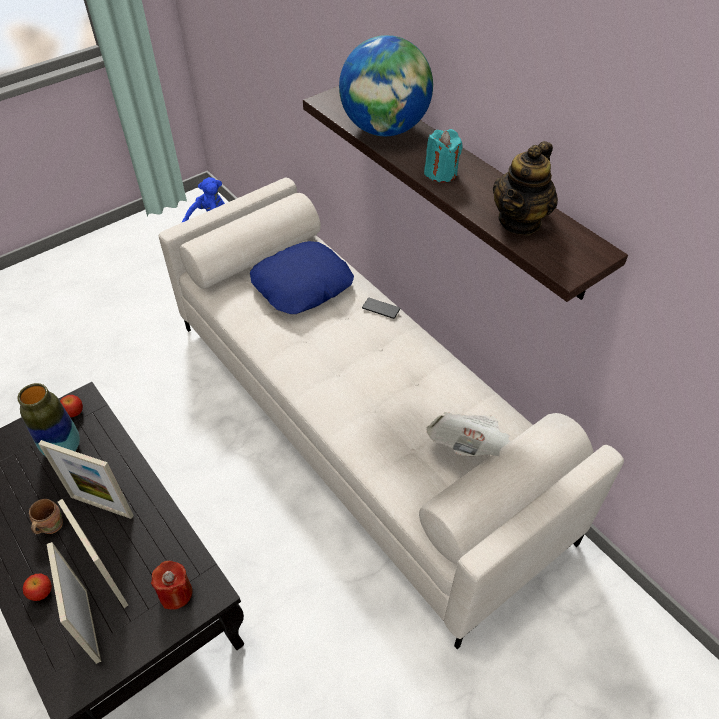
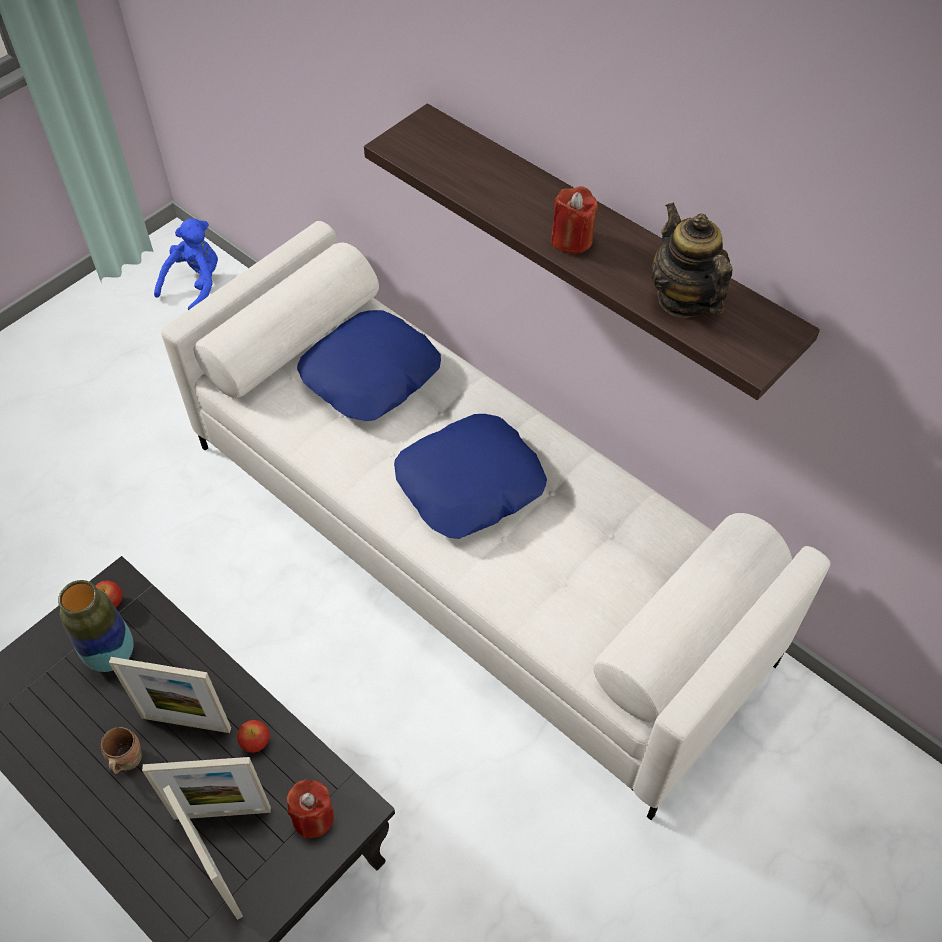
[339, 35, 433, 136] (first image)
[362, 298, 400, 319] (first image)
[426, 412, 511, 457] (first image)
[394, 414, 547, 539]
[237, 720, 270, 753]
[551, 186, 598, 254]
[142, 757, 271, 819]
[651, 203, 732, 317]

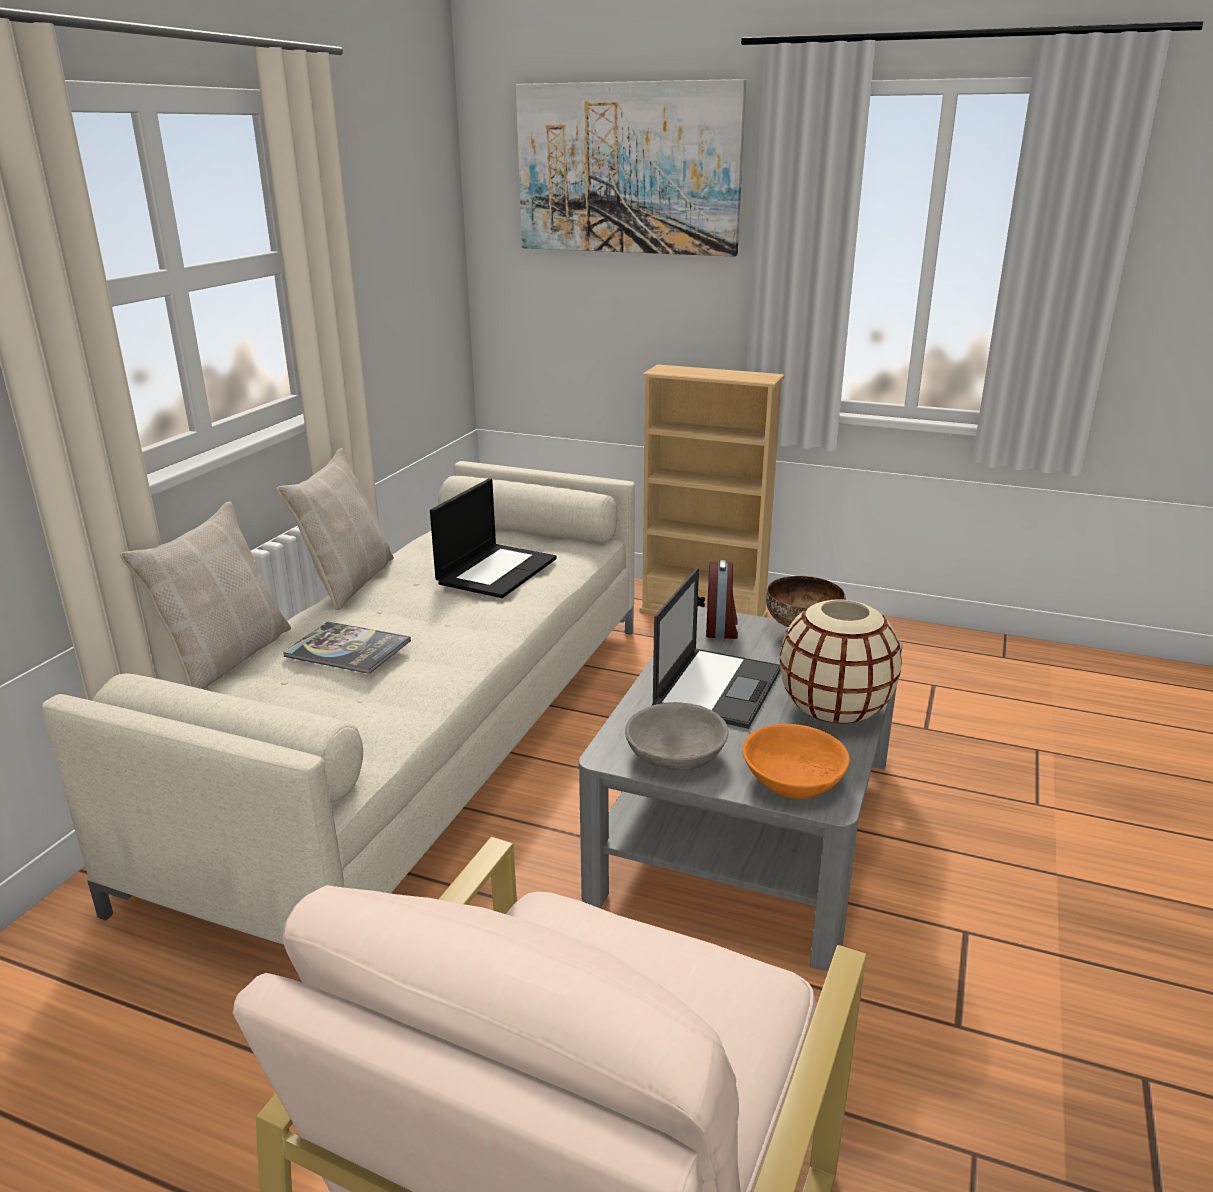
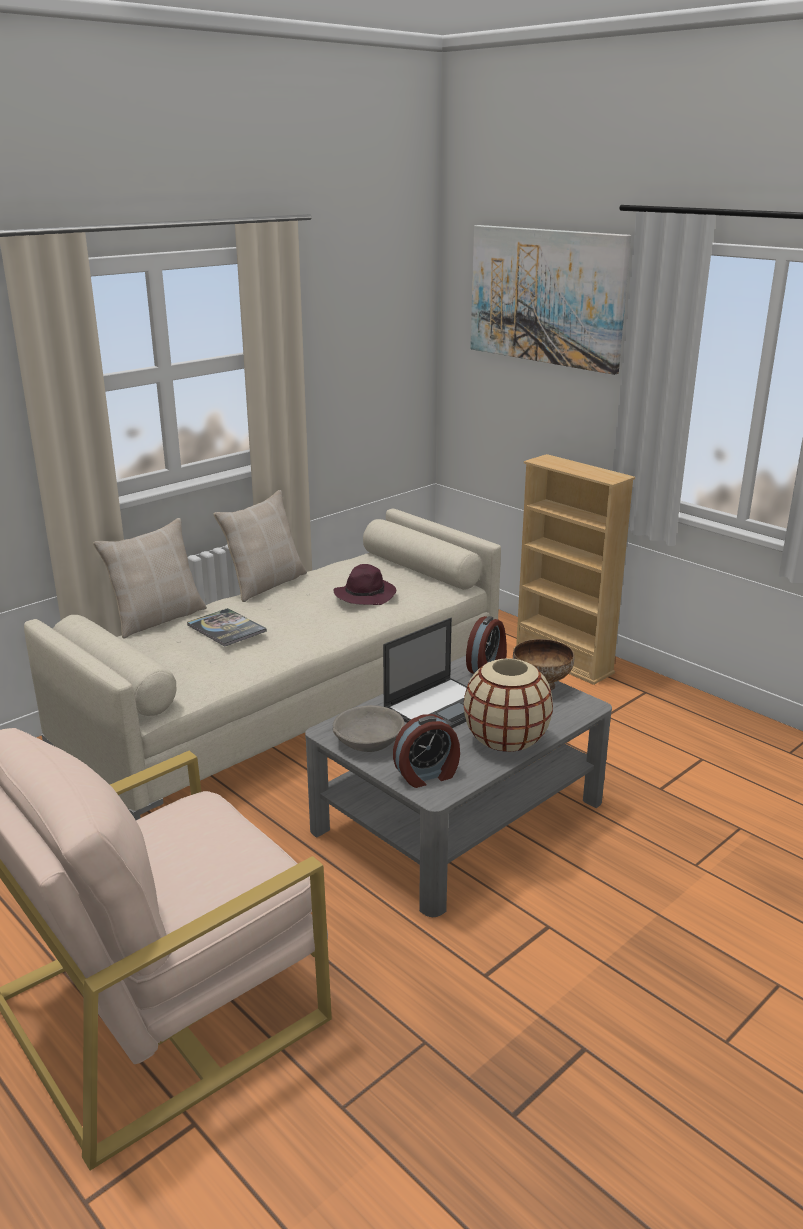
[334, 564, 396, 605]
[393, 714, 460, 788]

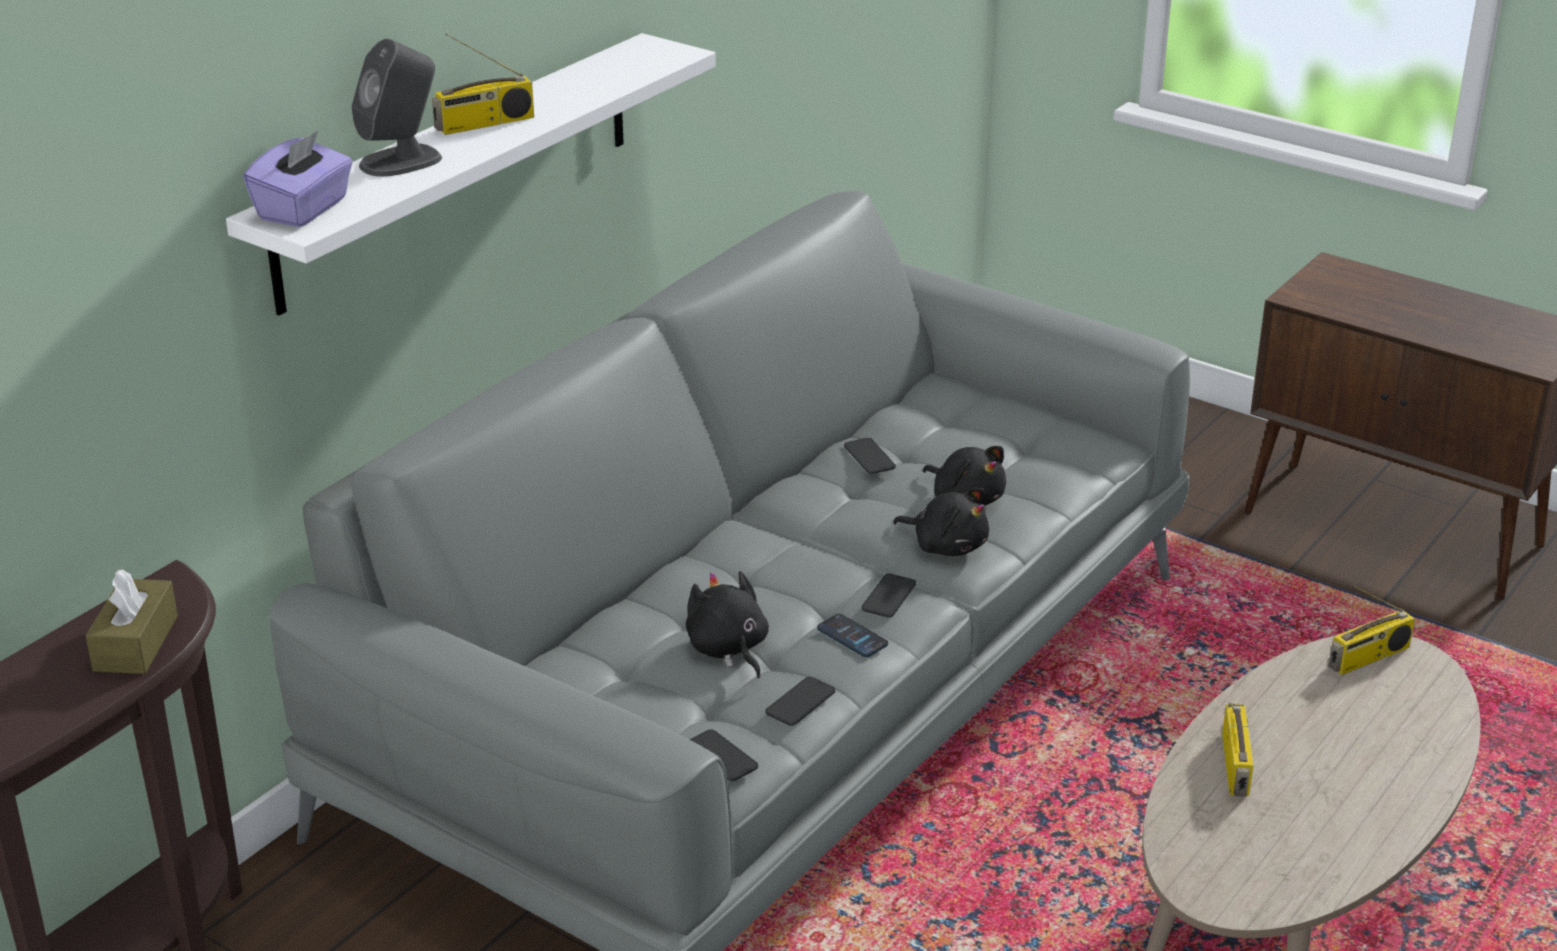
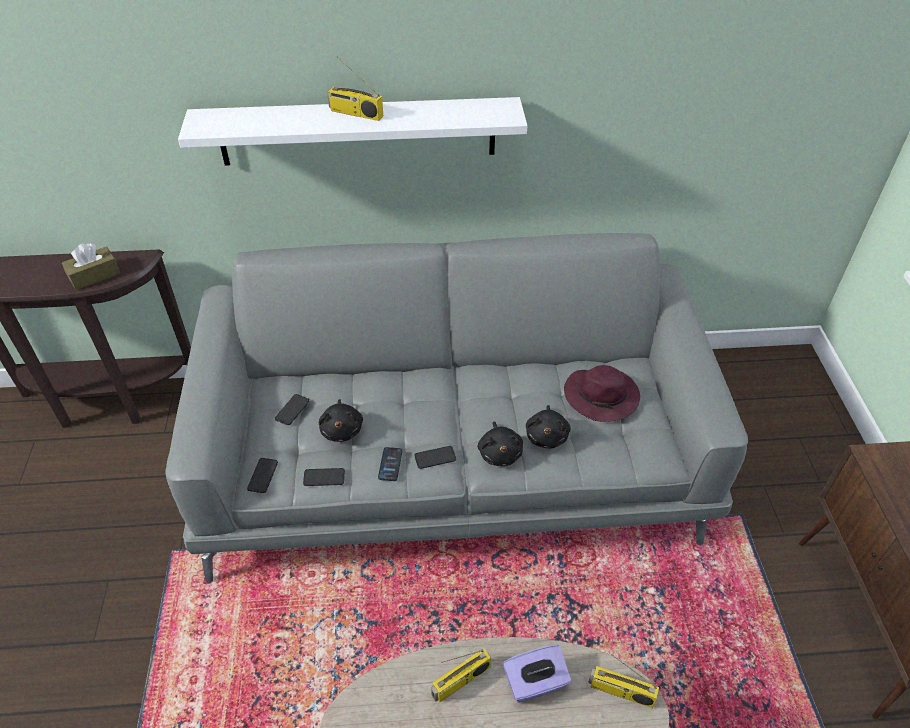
[352, 39, 442, 177] (first image)
[564, 365, 640, 422]
[503, 645, 572, 703]
[275, 394, 309, 425]
[319, 399, 363, 442]

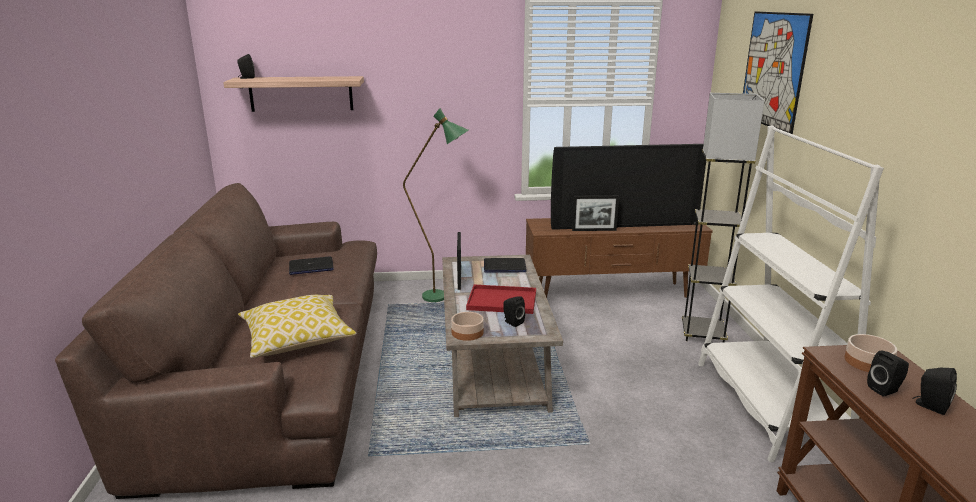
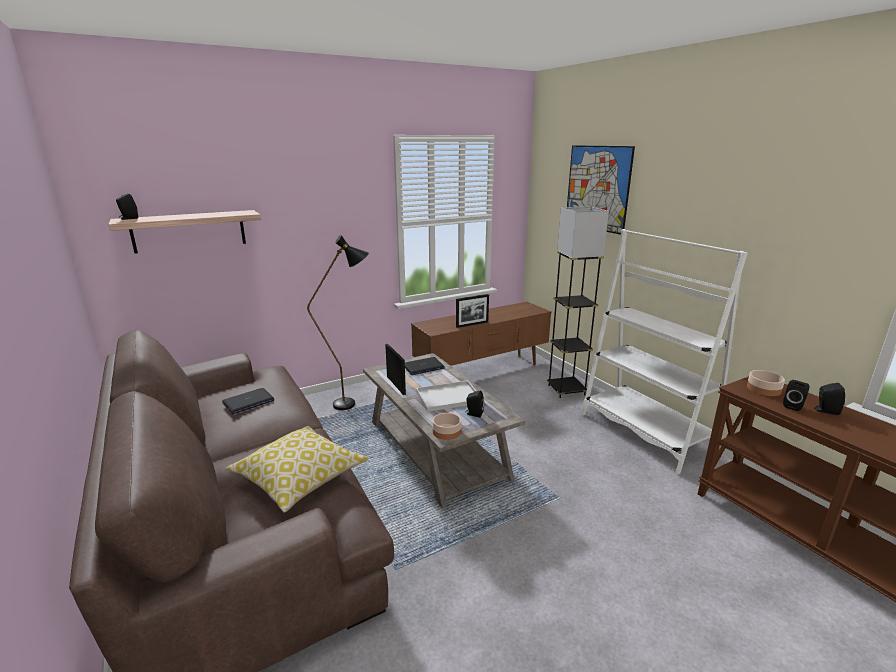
[551, 144, 706, 230] (first image)
[307, 235, 369, 410]
[416, 380, 476, 412]

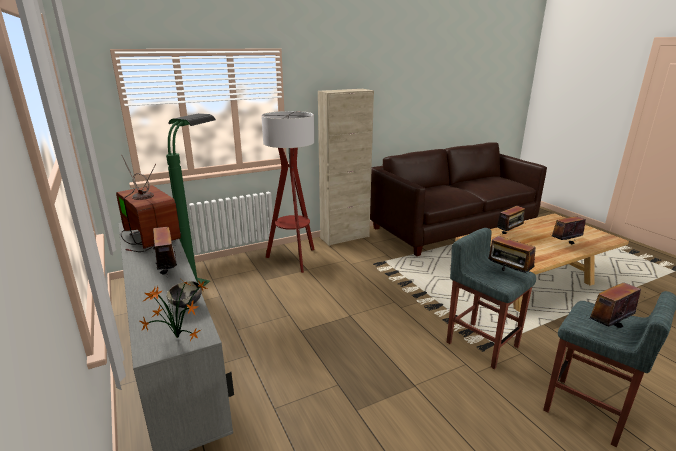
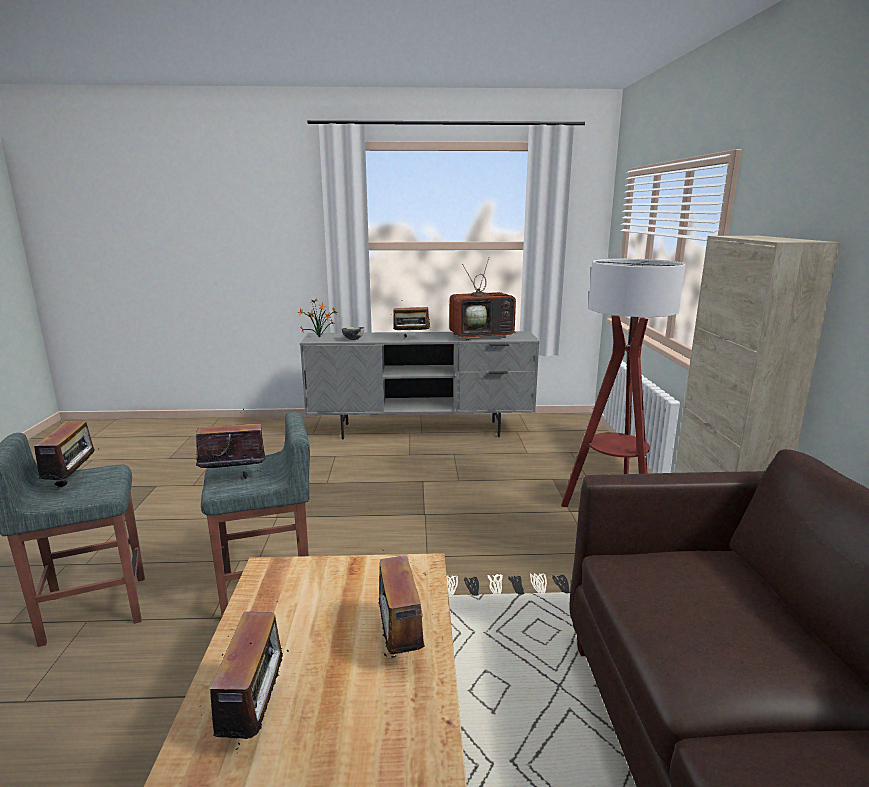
[166, 113, 216, 286] (first image)

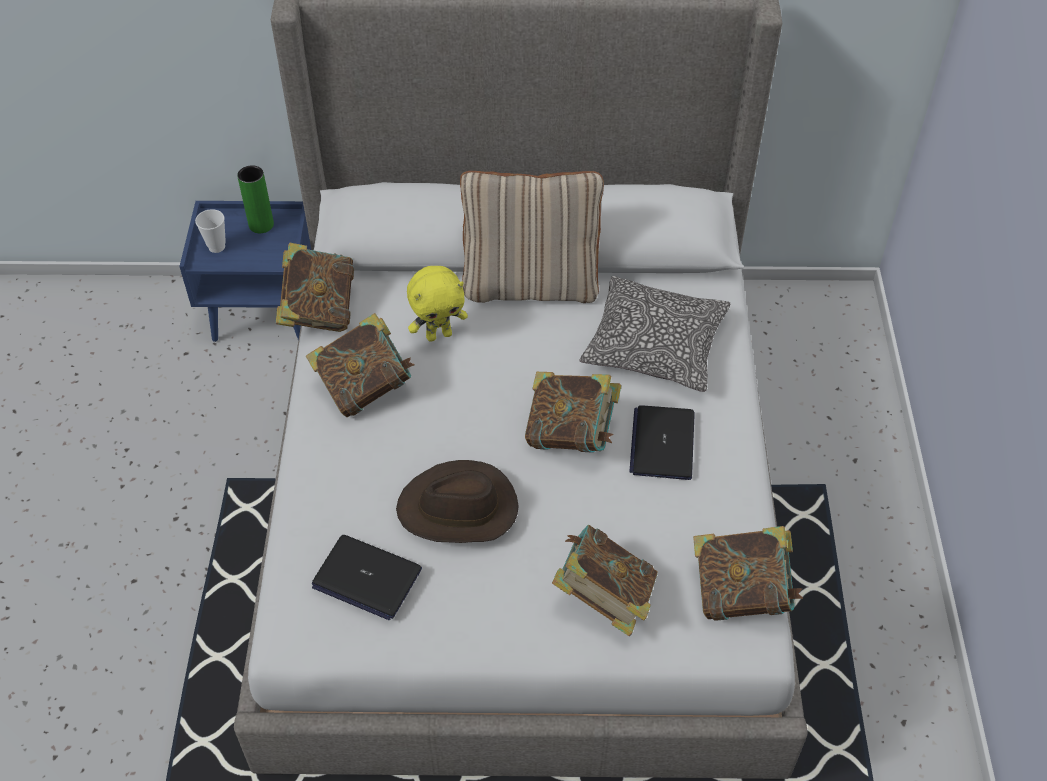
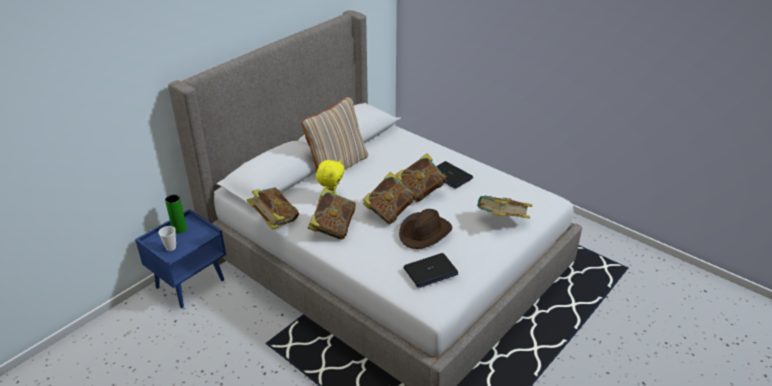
[579, 276, 731, 392] (first image)
[363, 172, 416, 224]

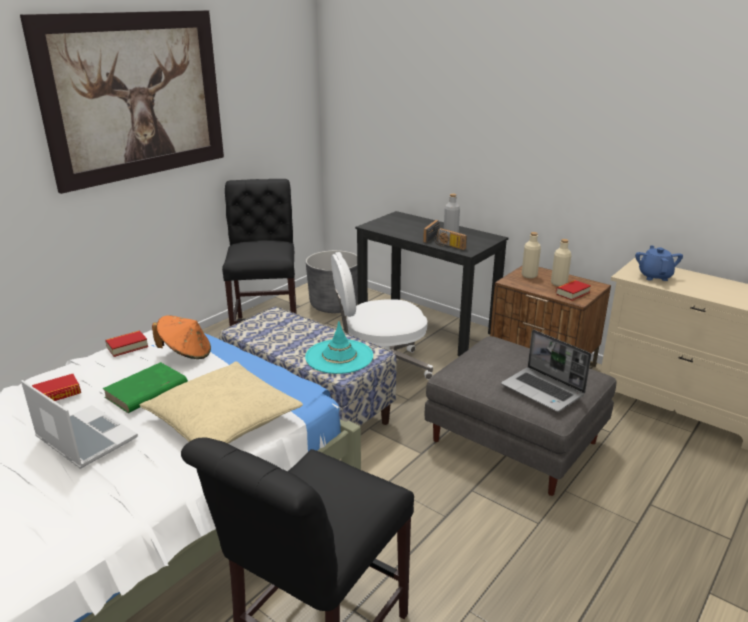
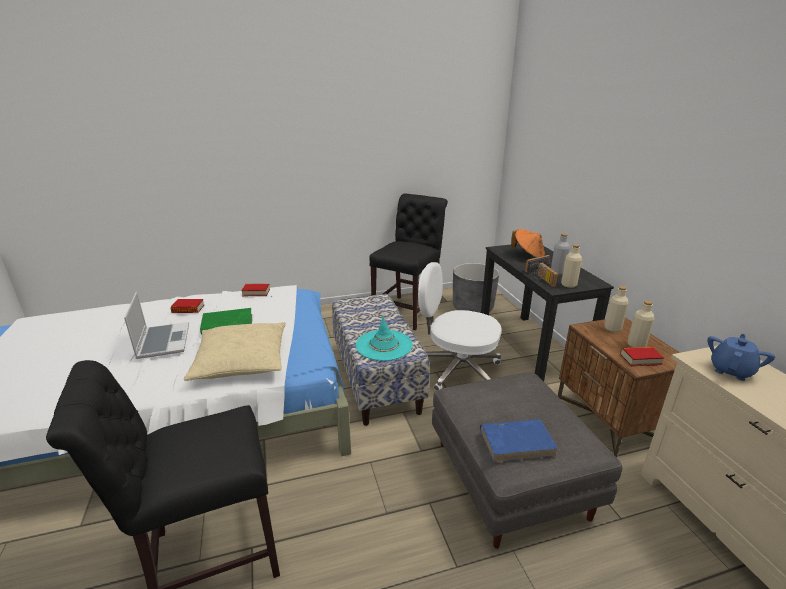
[20, 10, 224, 194] (first image)
[561, 244, 582, 288]
[511, 229, 545, 258]
[480, 419, 558, 463]

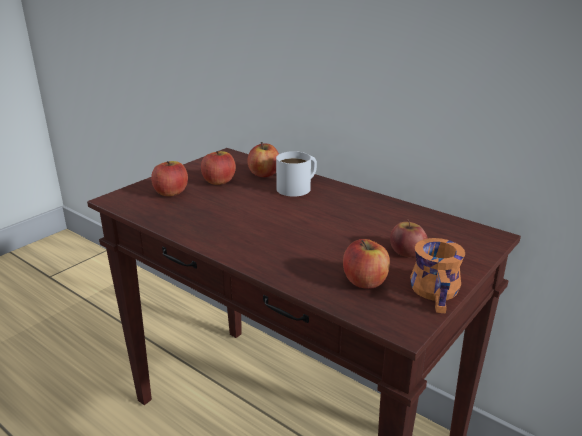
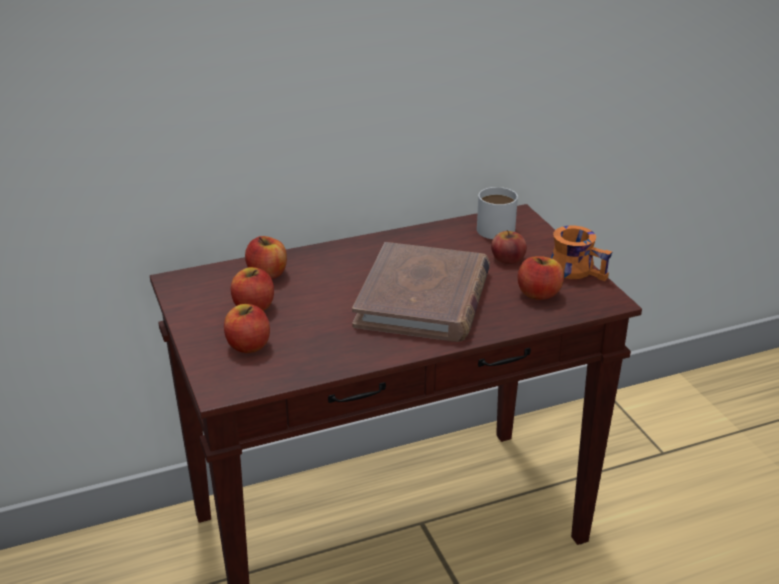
[352, 242, 490, 342]
[477, 187, 518, 239]

